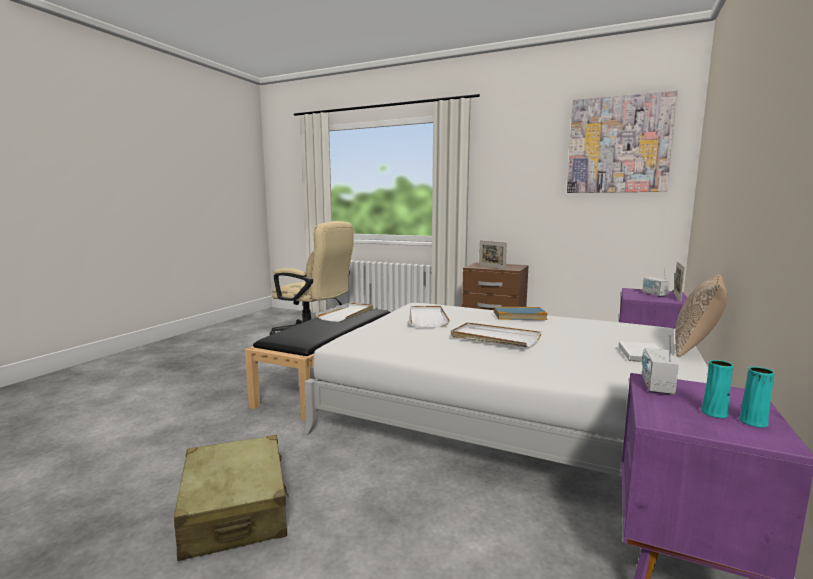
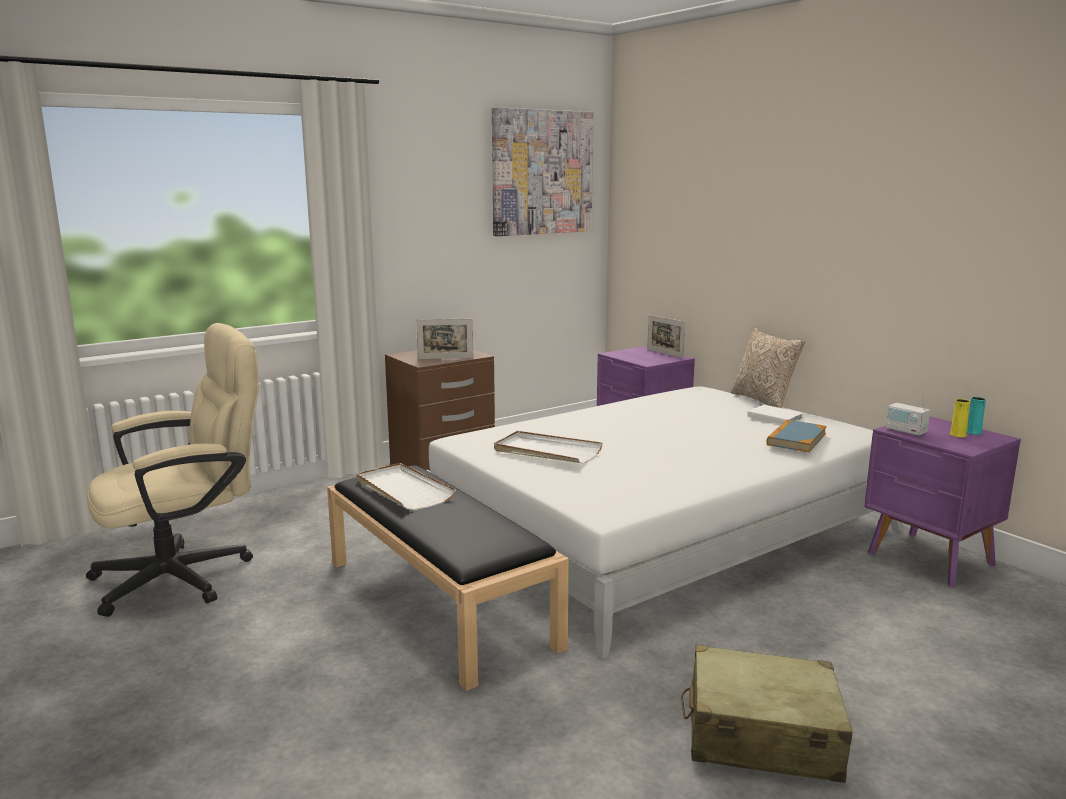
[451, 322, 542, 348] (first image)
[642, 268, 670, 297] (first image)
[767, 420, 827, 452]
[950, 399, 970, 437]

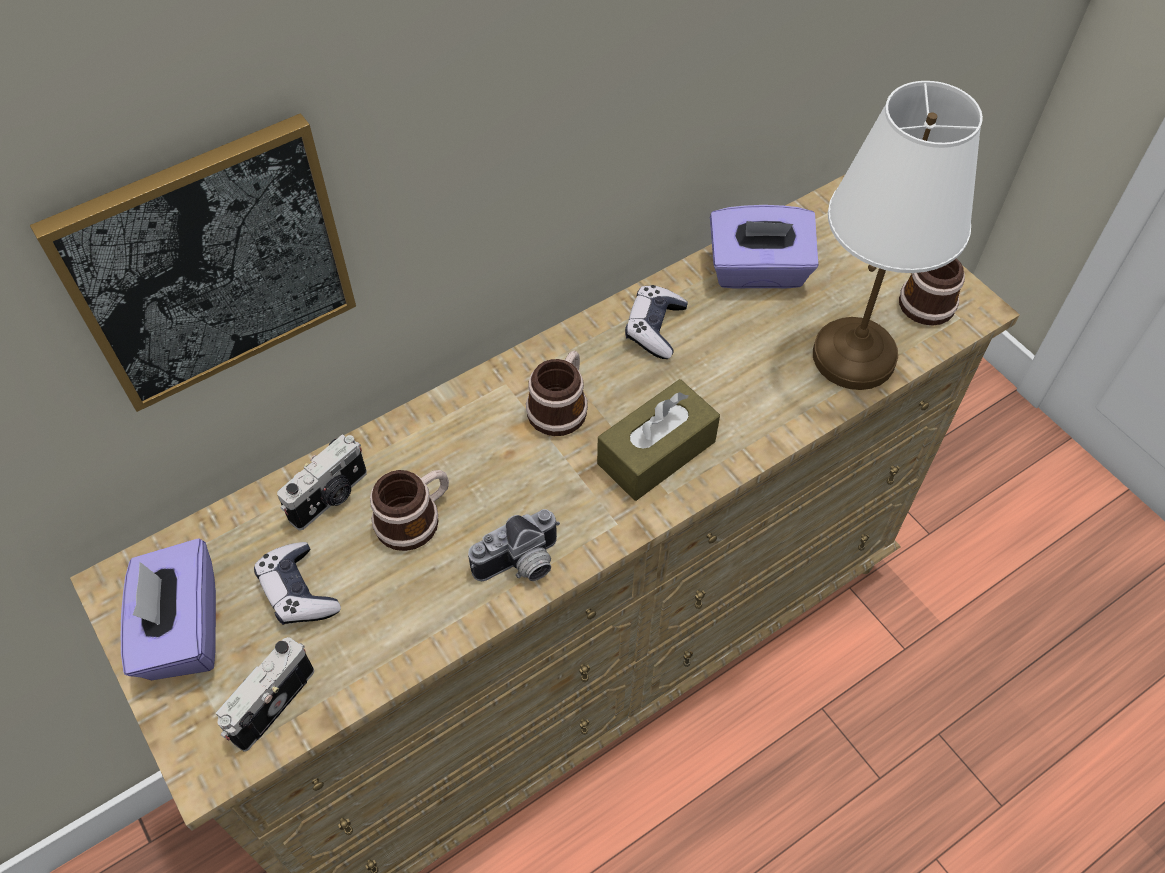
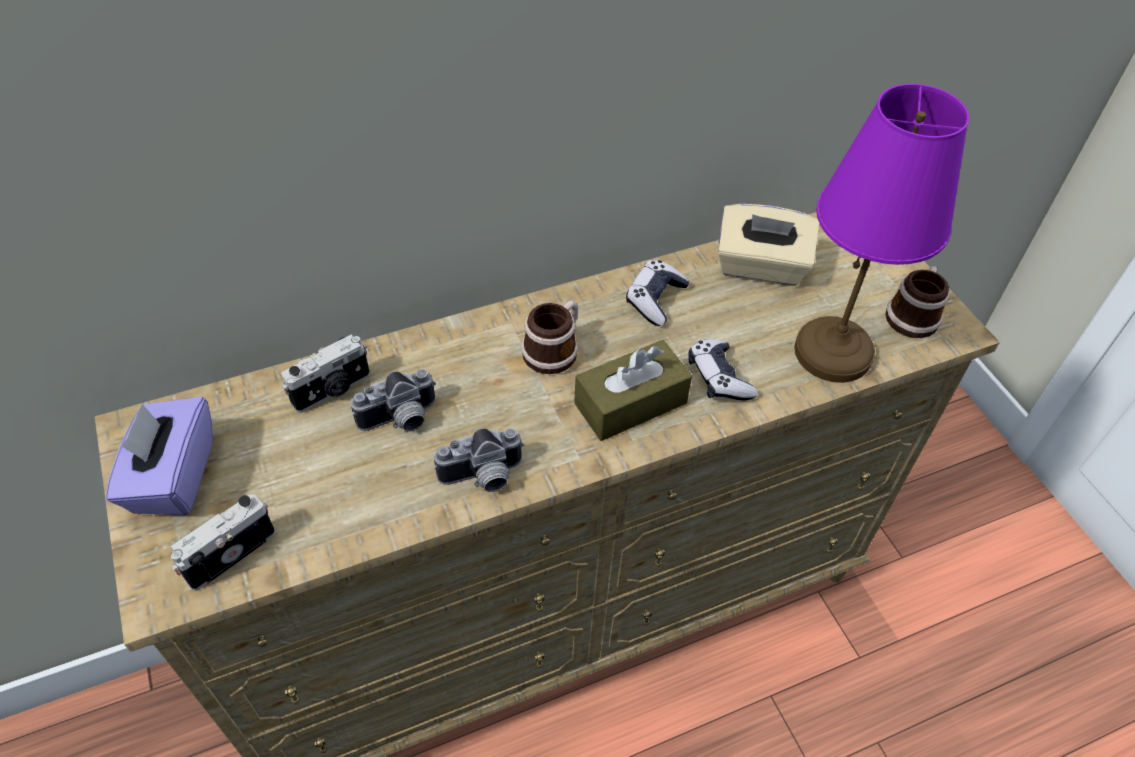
[30, 113, 356, 412] (first image)
[688, 339, 758, 401]
[351, 369, 436, 431]
[718, 204, 819, 286]
[794, 84, 969, 383]

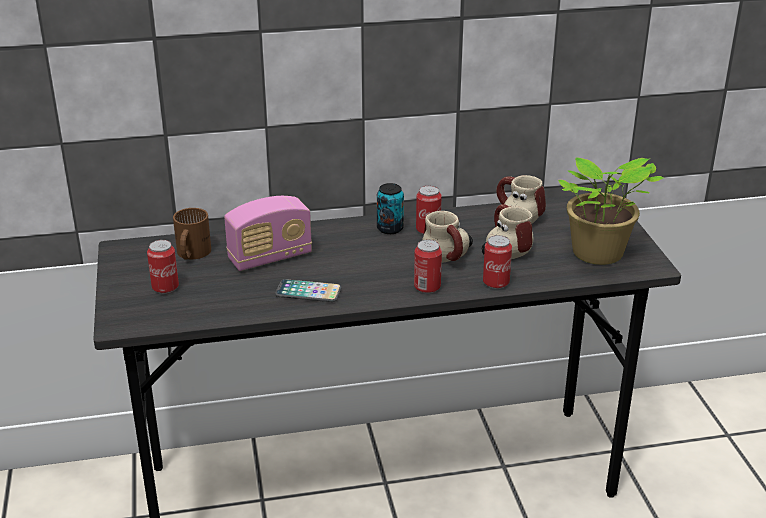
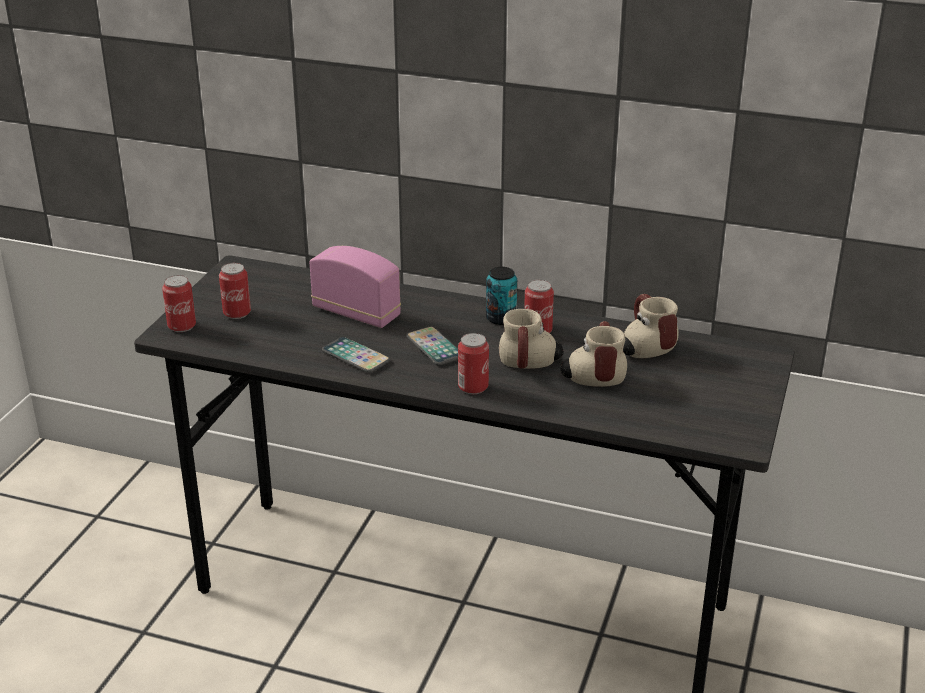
[173, 208, 211, 260] (first image)
[558, 158, 663, 265] (first image)
[406, 327, 458, 365]
[162, 275, 196, 332]
[309, 246, 401, 328]

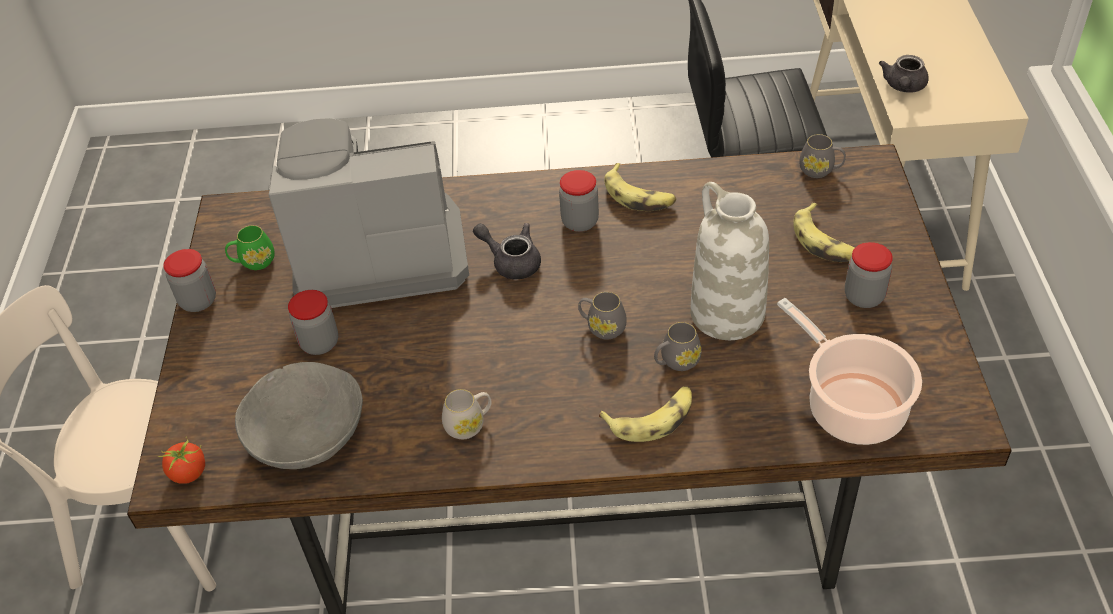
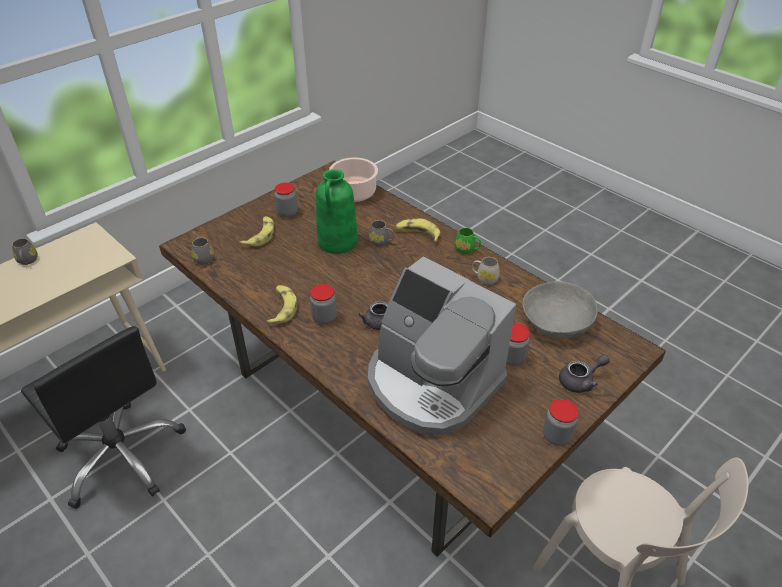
[158, 438, 205, 484] (first image)
[455, 228, 481, 254]
[12, 238, 38, 265]
[559, 354, 610, 393]
[316, 169, 358, 254]

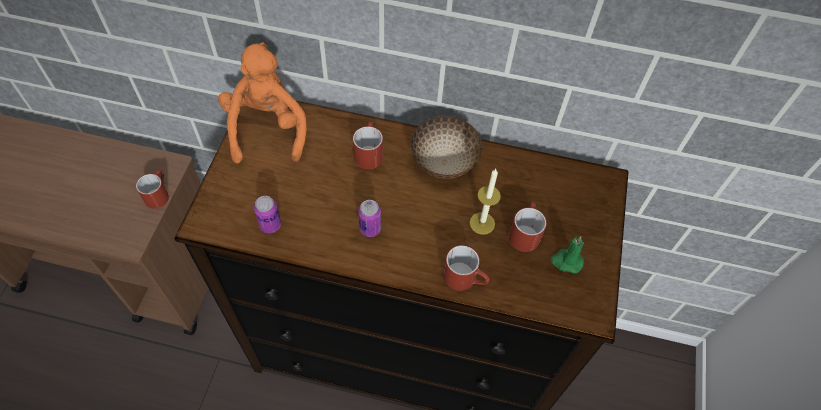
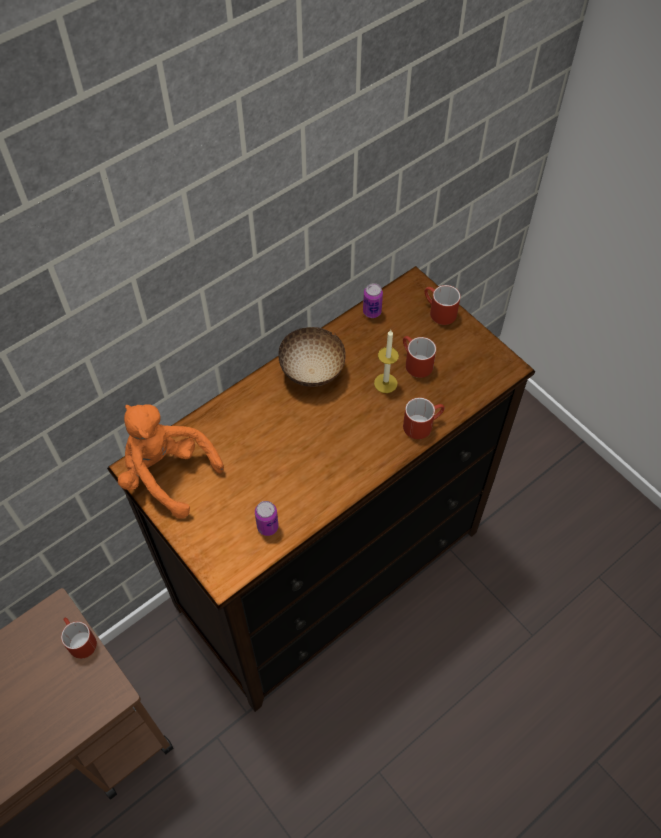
[550, 236, 584, 273] (first image)
[425, 285, 460, 325]
[363, 283, 383, 318]

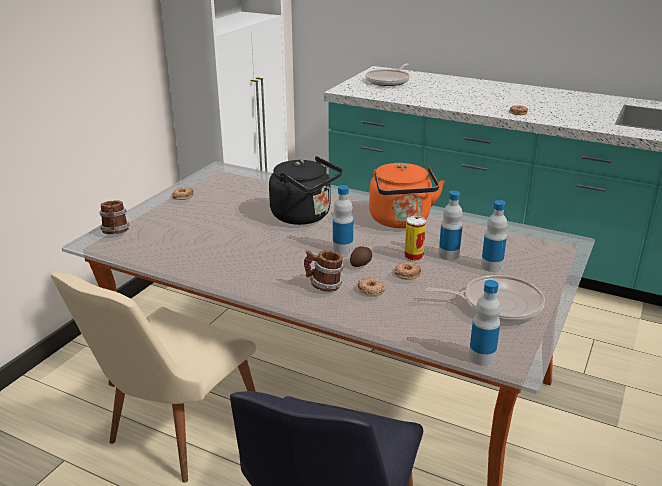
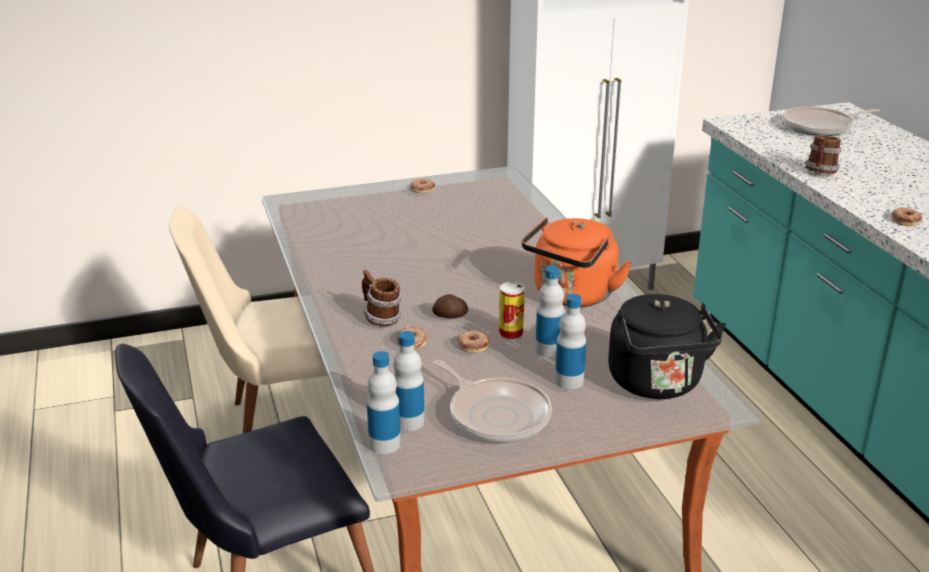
[805, 135, 842, 174]
[608, 294, 726, 399]
[393, 331, 425, 431]

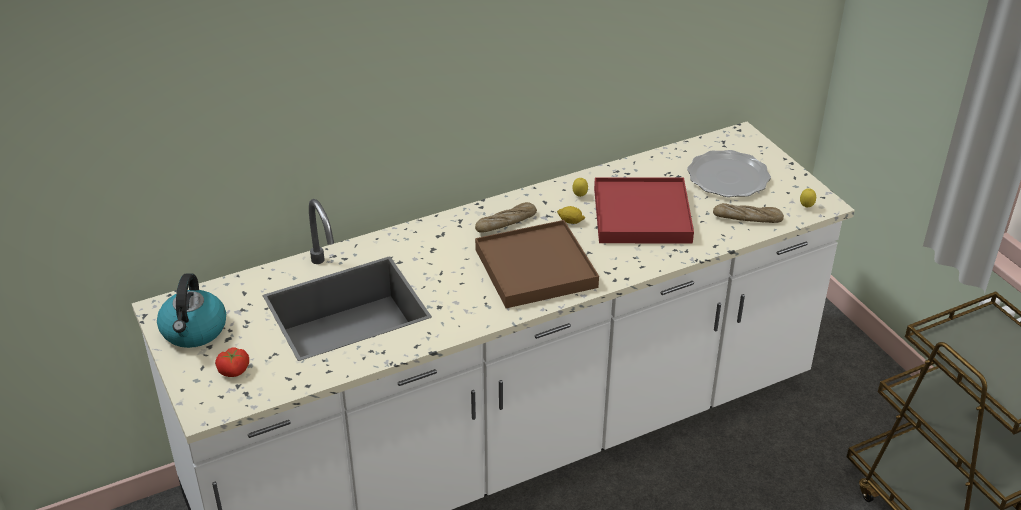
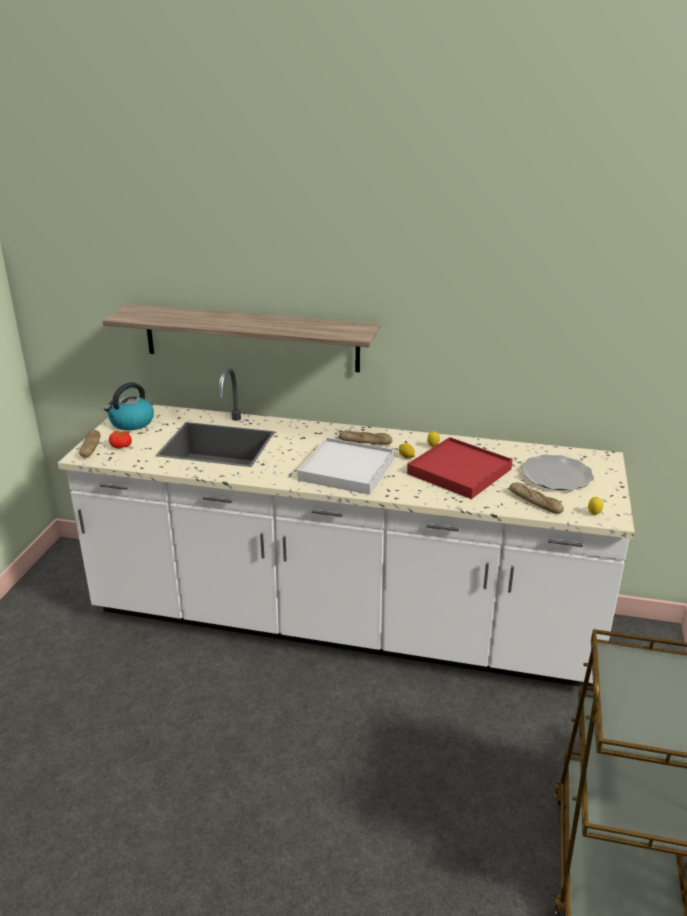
[79, 430, 101, 458]
[103, 304, 380, 372]
[297, 437, 394, 495]

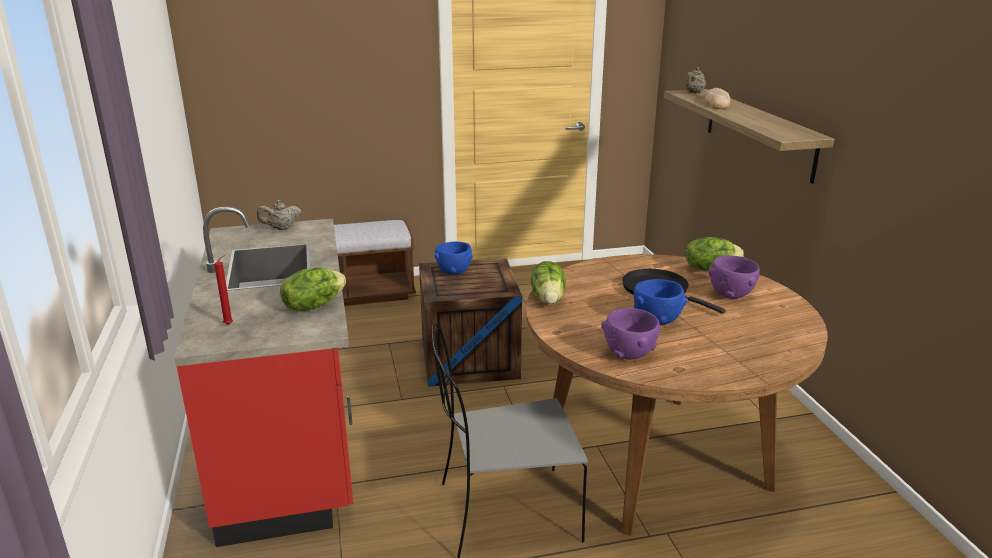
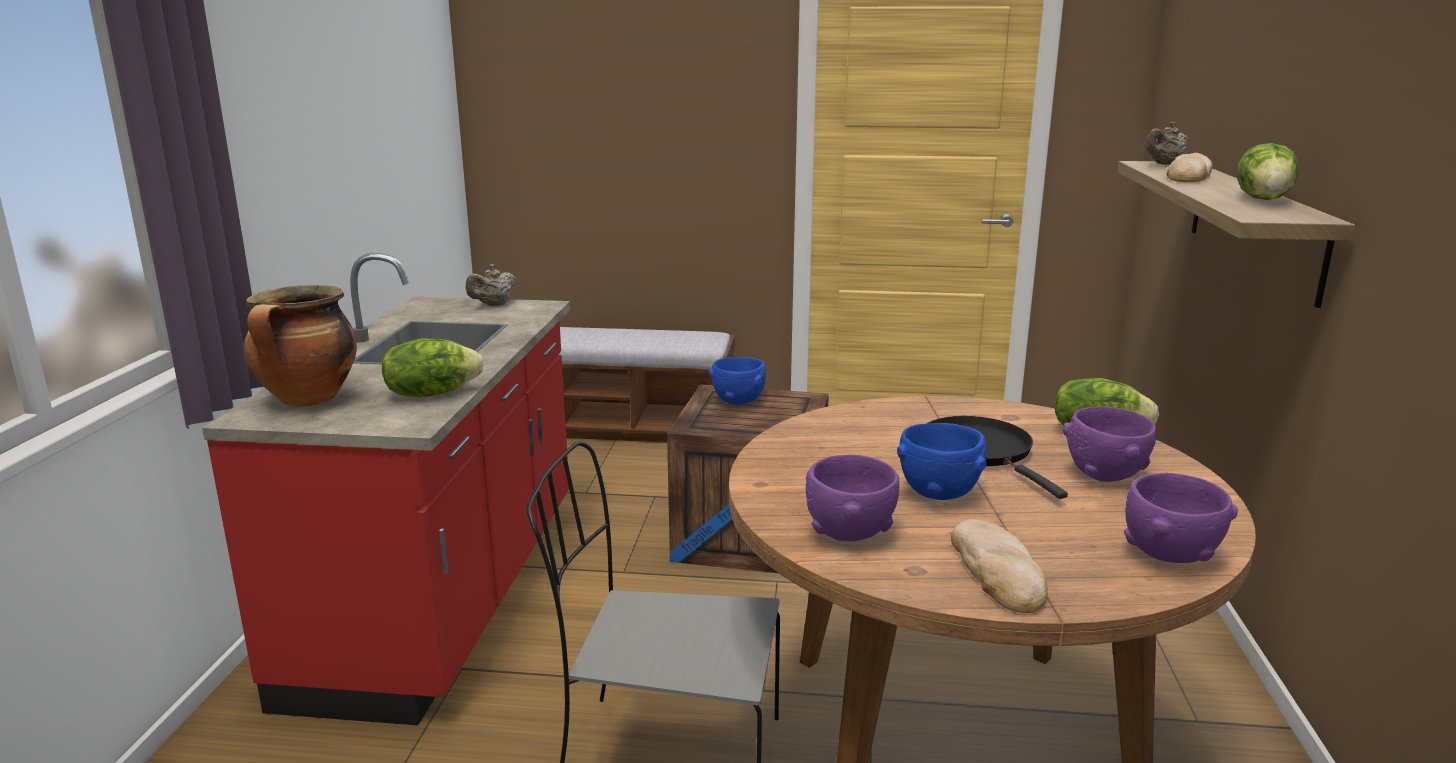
[951, 519, 1048, 613]
[1124, 473, 1238, 563]
[1237, 143, 1298, 200]
[244, 285, 357, 407]
[466, 264, 516, 306]

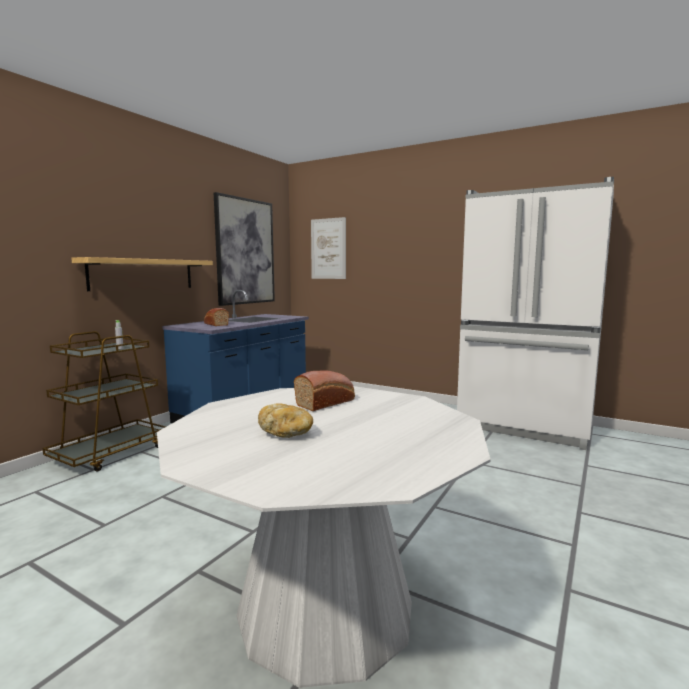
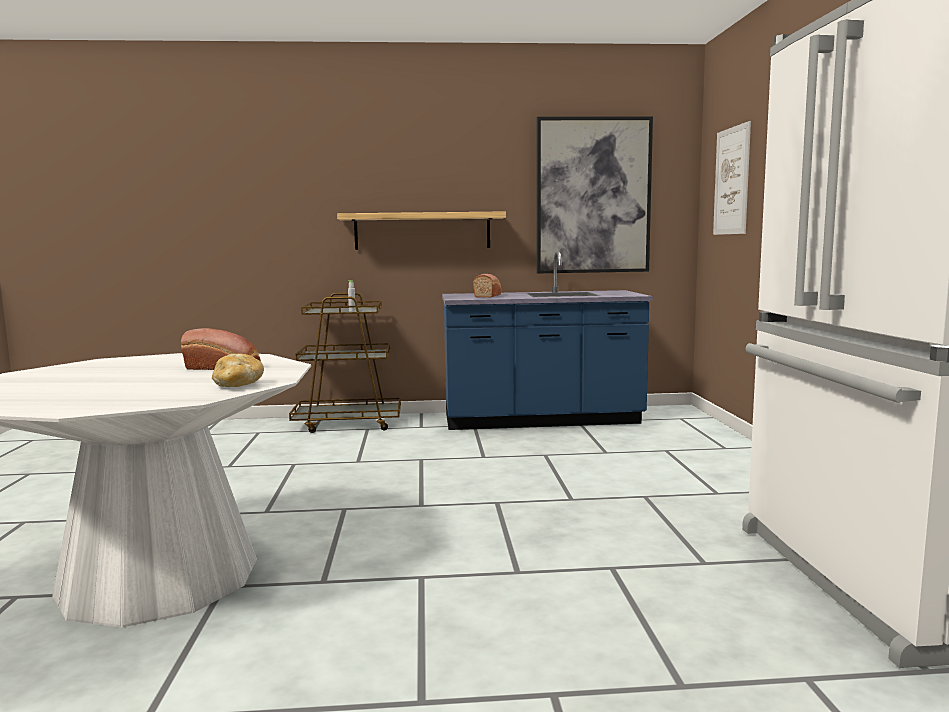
[212, 354, 264, 387]

